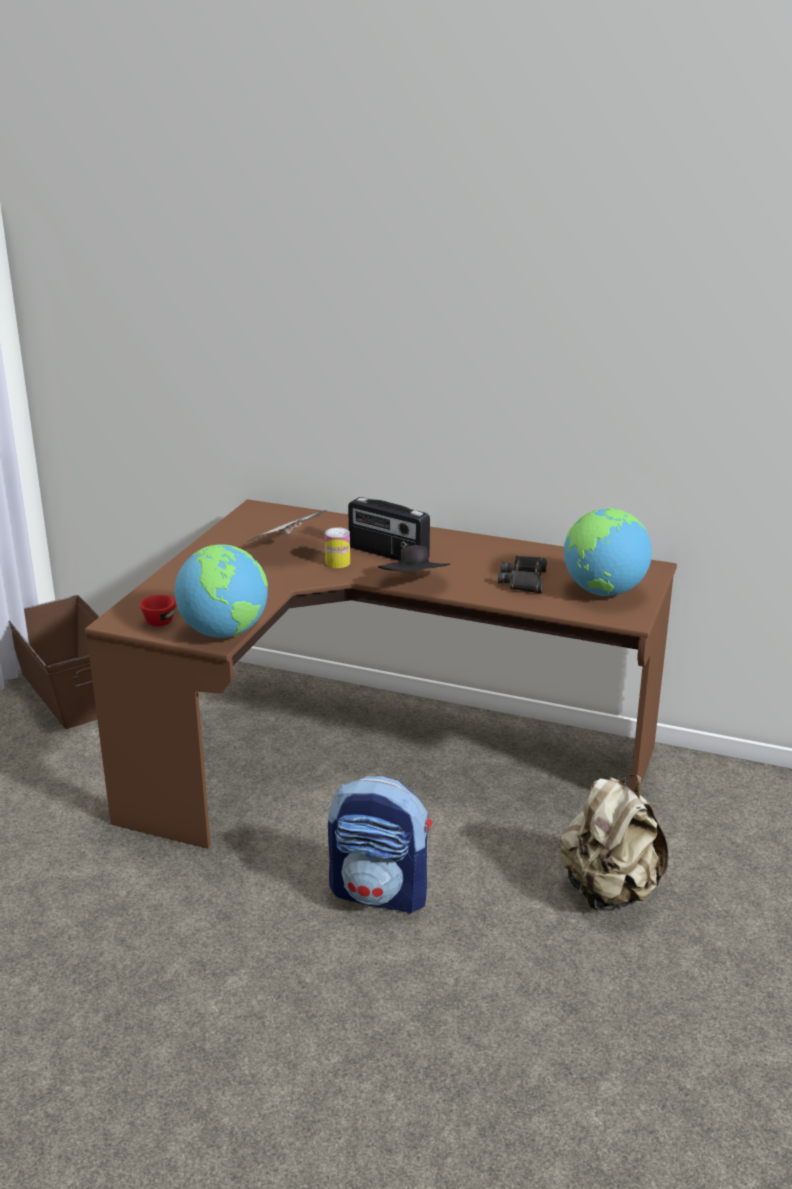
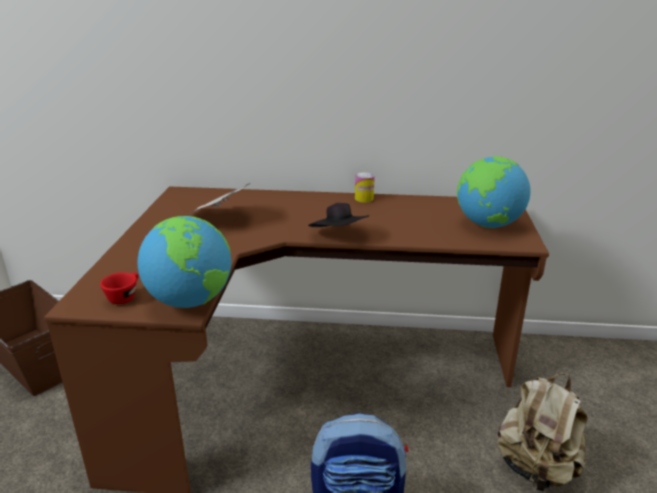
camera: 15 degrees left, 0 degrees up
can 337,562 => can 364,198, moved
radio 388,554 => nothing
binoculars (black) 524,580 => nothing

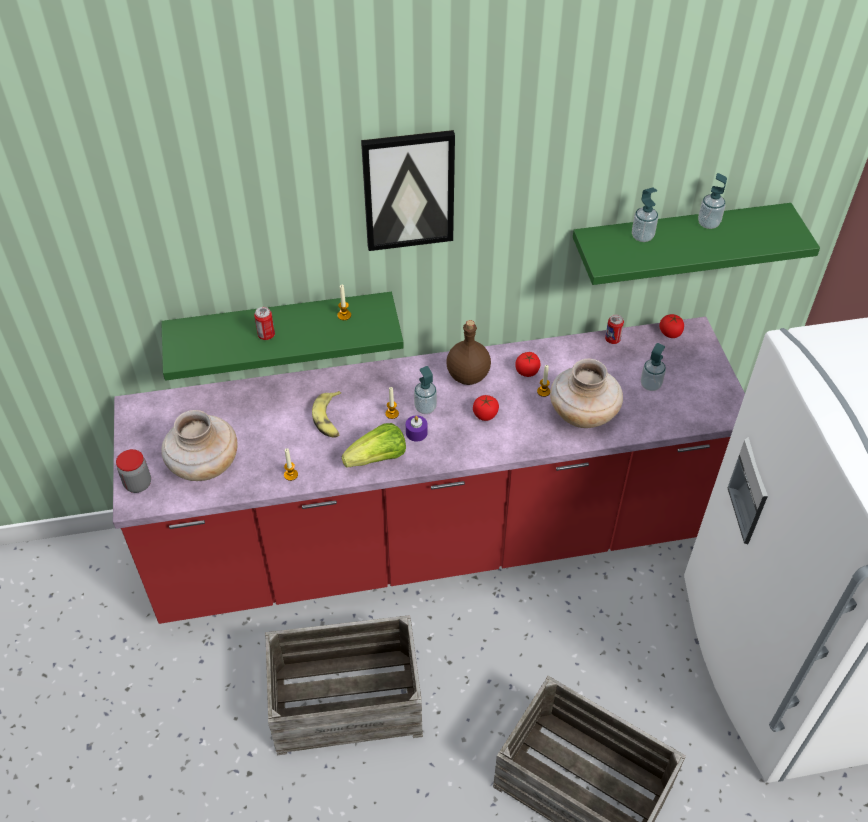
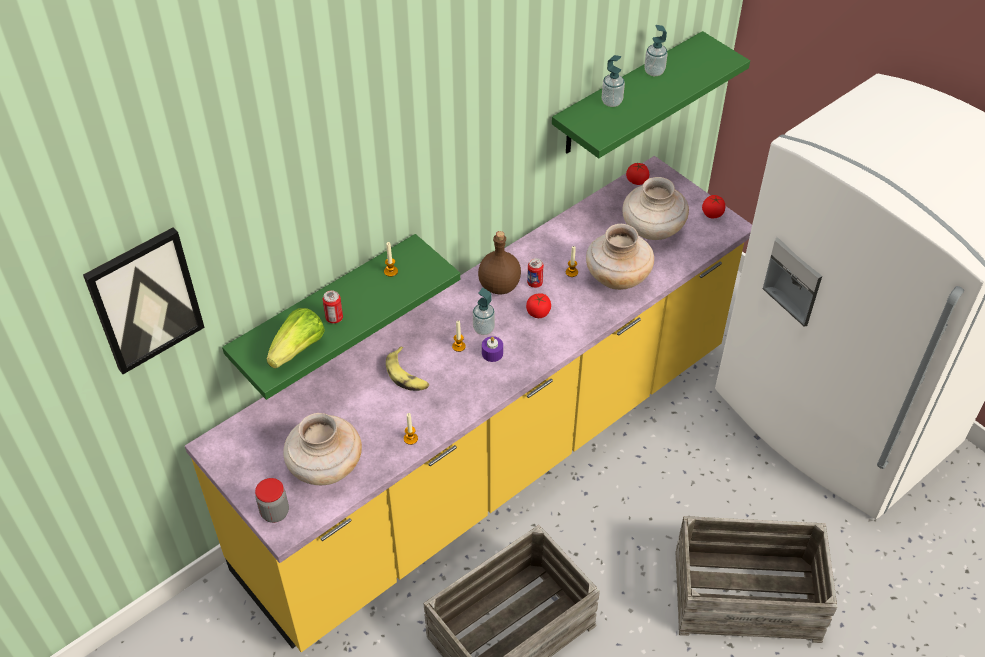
camera: 30 degrees left, 0 degrees up
counter (red) 434,541 => counter (yellow) 492,459
lettuce 378,459 => lettuce 298,349, moved
picture 408,190 => picture 145,300, moved
tomato 527,371 => tomato 712,213, moved
can 612,339 => can 535,283, moved
soap dispenser 650,385 => vase (beige) 652,230

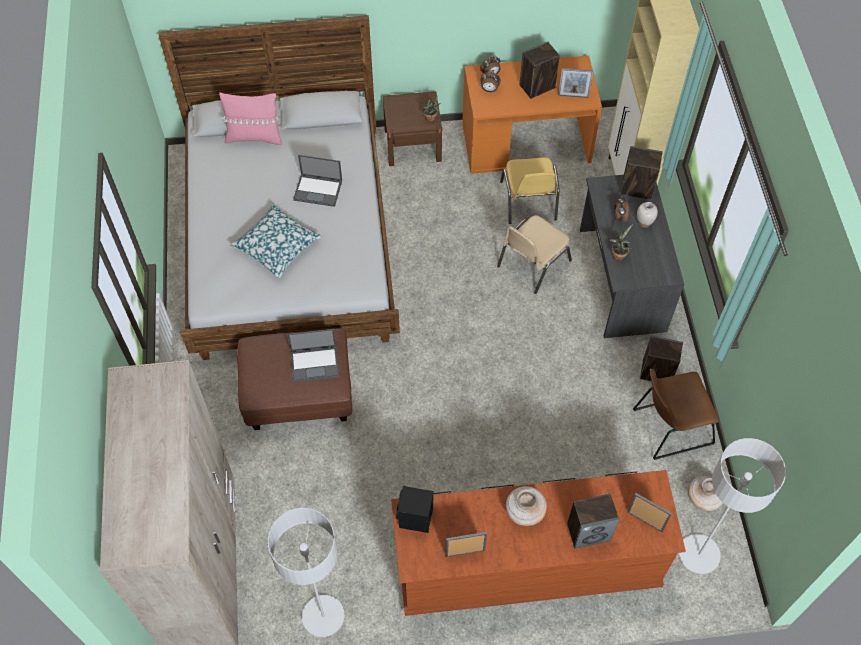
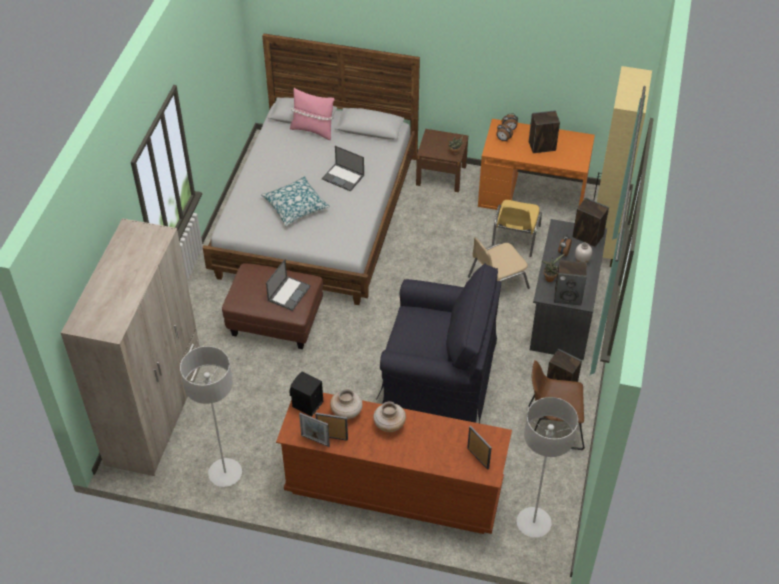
camera: 20 degrees right, 10 degrees down
laptop 315,363 => laptop 289,293, 75 degrees counterclockwise
picture frame 573,96 => picture frame 315,440, moved
speaker 588,531 => speaker 568,296, moved
vase (beige) 703,499 => vase (beige) 347,412, moved
nothing => armchair (black) 438,373

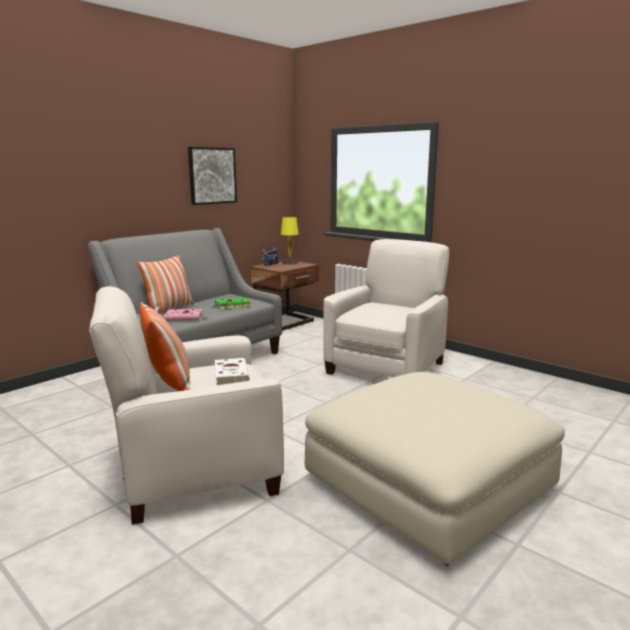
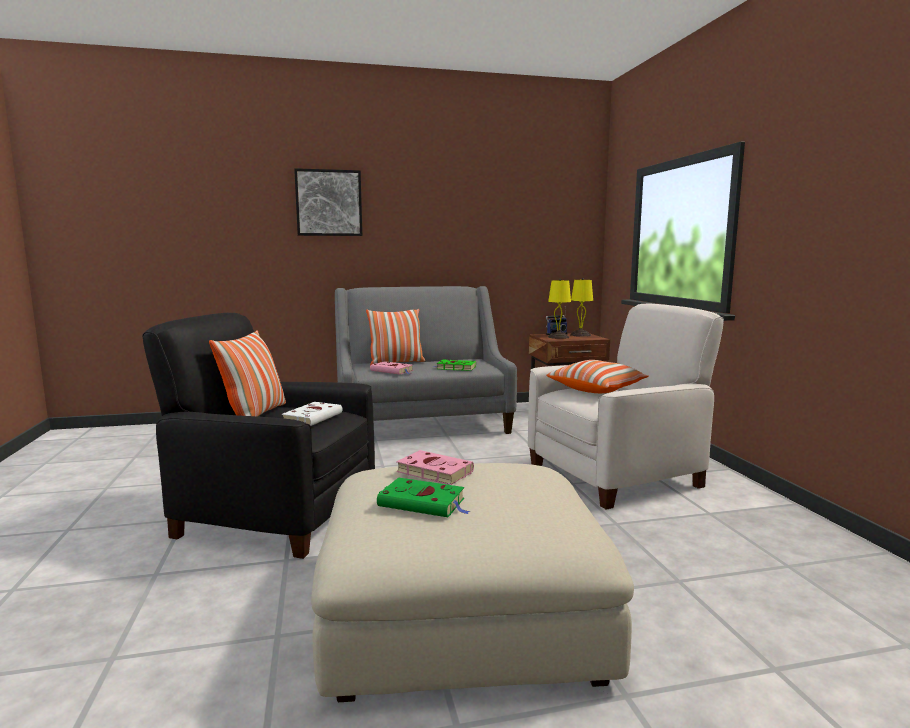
camera: 35 degrees right, 5 degrees down
armchair (white) 196,470 => armchair (black) 276,513
picture 212,175 => picture 329,203, moved
nothing => book (green) 424,503
nothing => book (pink) 432,471
nothing => pillow 596,389
nothing => table lamp (yellow) 558,337

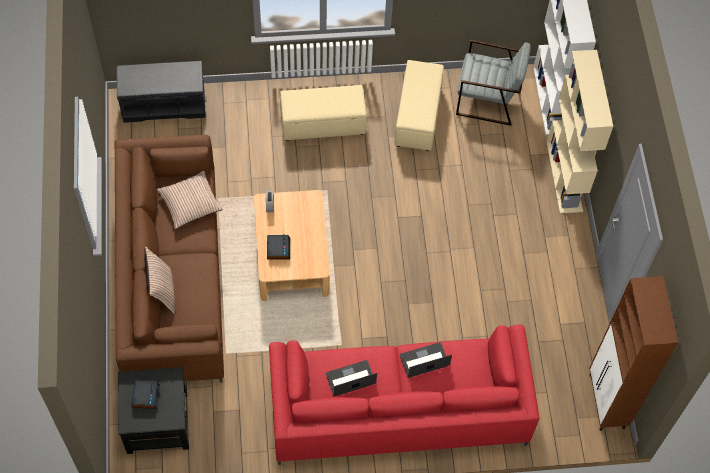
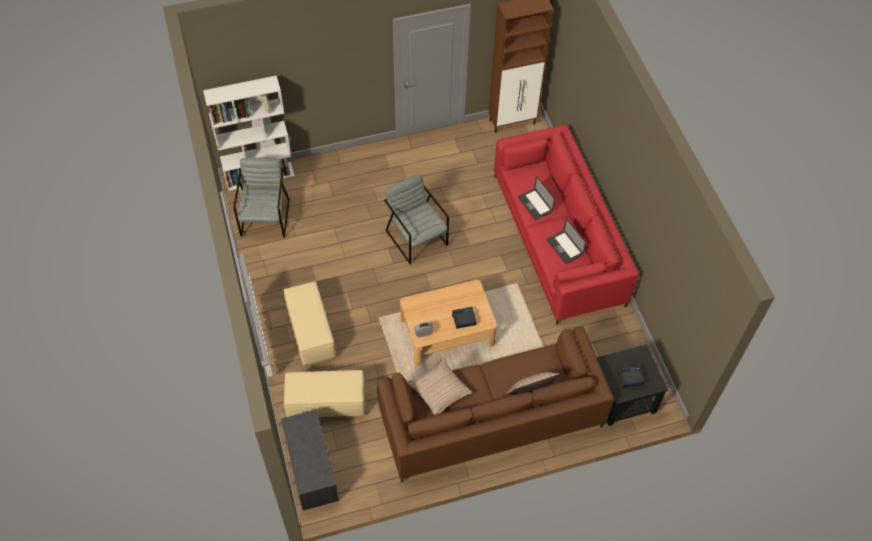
camera: 100 degrees left, 5 degrees down
ottoman (beige) 417,117 => ottoman (beige) 327,402, moved
bookcase (beige) 565,176 => nothing
nothing => armchair (grey) 416,237

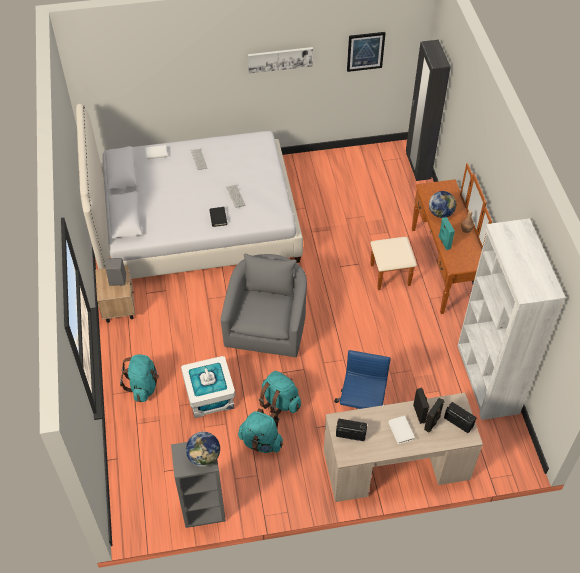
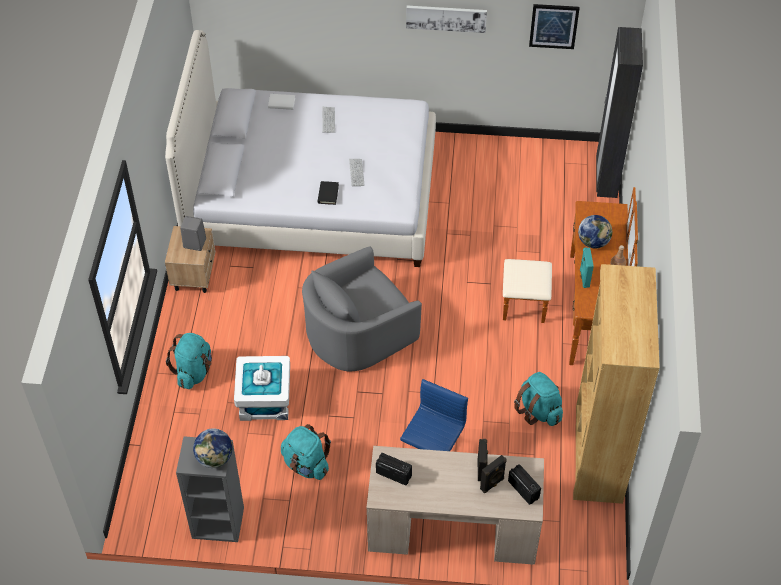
camera: 15 degrees right, 0 degrees up
armchair (grey) 267,324 => armchair (grey) 357,332, 150 degrees counterclockwise
backpack (turquoise) 280,402 => backpack (turquoise) 538,410, moved
book (white) 401,430 => nothing
bookcase (white) 487,379 => bookcase (brown) 597,454

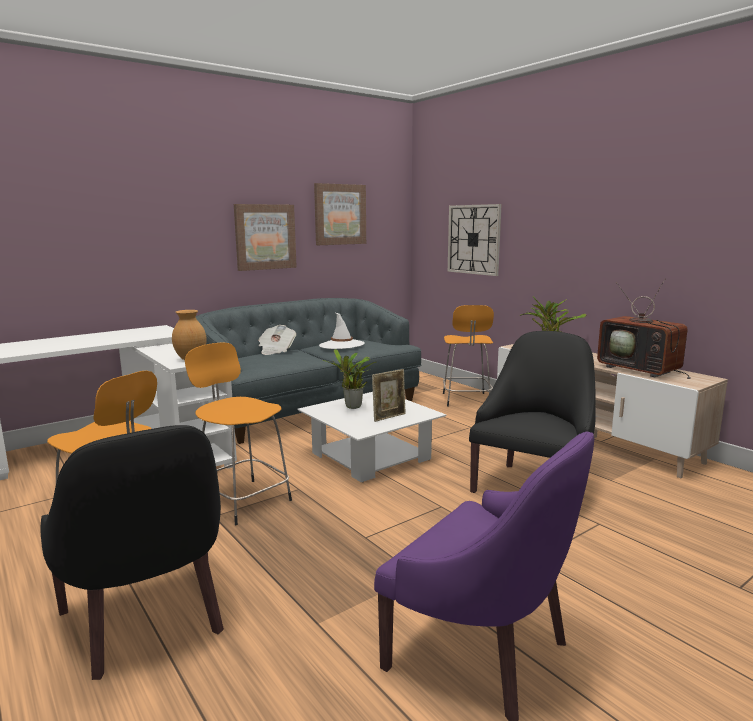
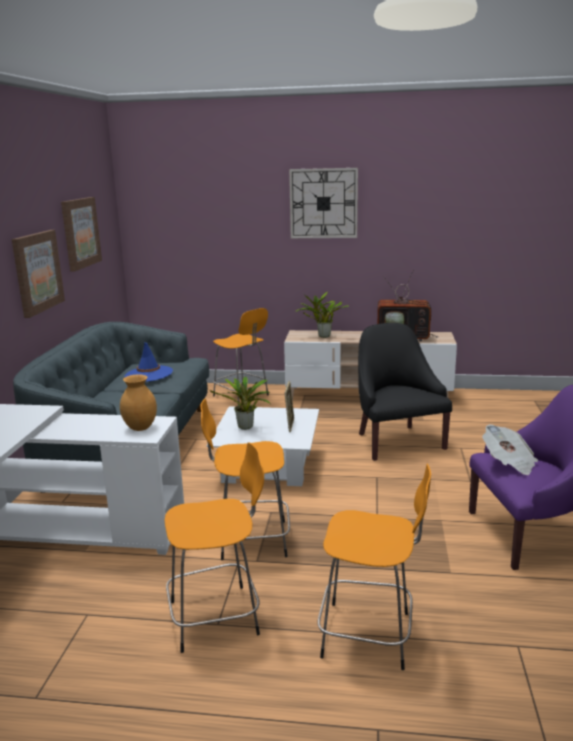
camera: 45 degrees left, 5 degrees up
armchair (black) 149,619 => stool (orange) 370,635
newspaper 276,350 => newspaper 509,462, moved
hat (white) 341,345 => hat (blue) 148,374
wall clock 474,239 => wall clock 323,203, moved

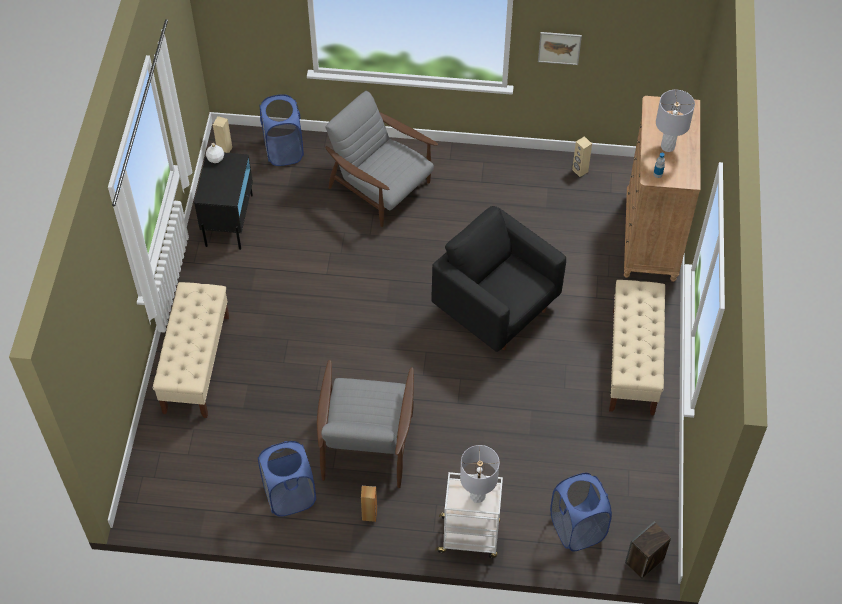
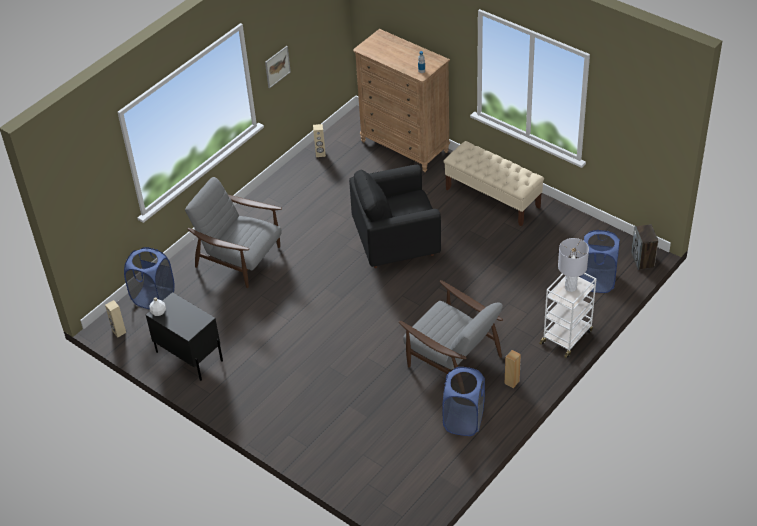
camera: 55 degrees left, 10 degrees down
bench (beige) 196,363 => nothing
armchair (grey) 381,187 => armchair (grey) 240,258, 45 degrees clockwise
table lamp (grey) 667,146 => nothing

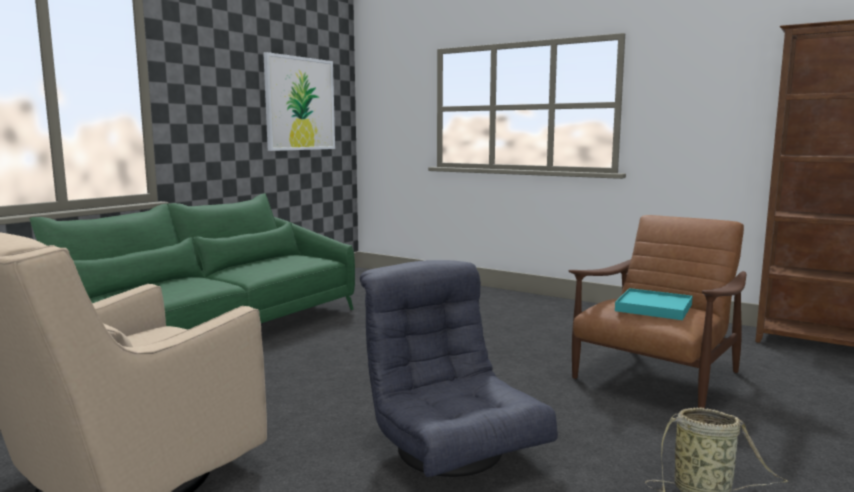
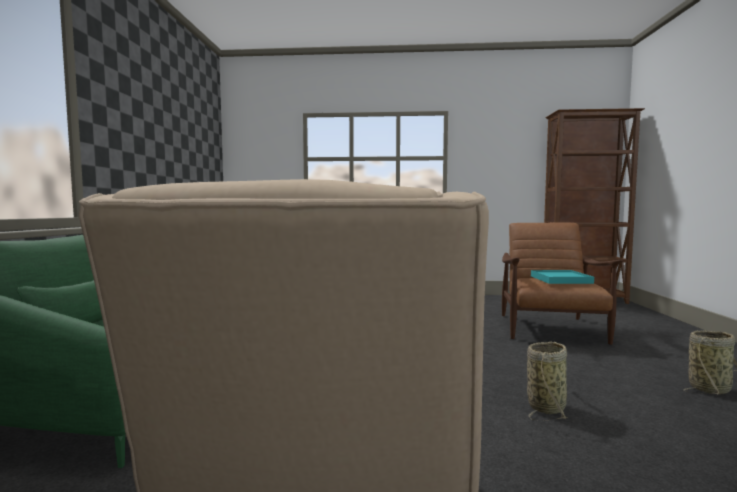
camera: 30 degrees left, 5 degrees down
picture 300,104 => nothing
armchair (grey) 453,450 => basket 547,406

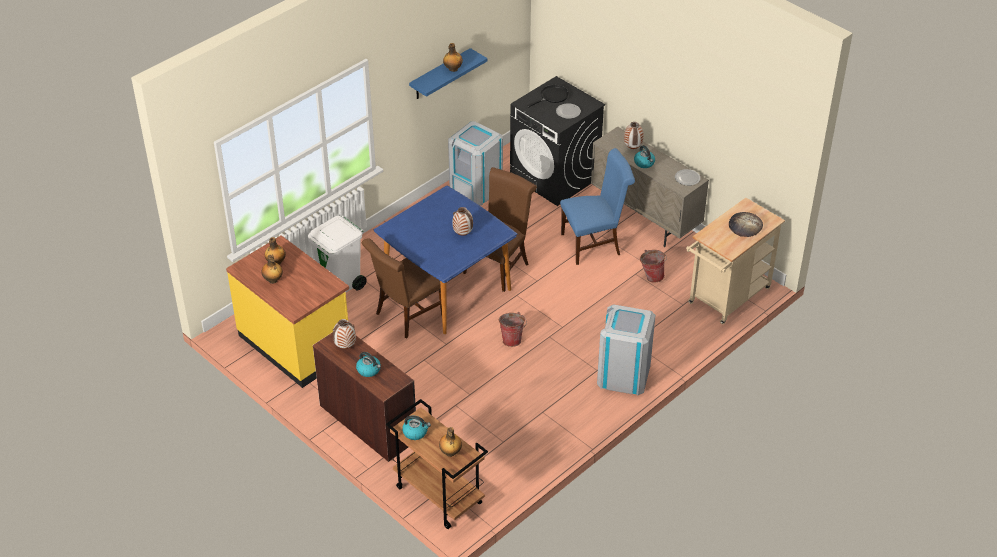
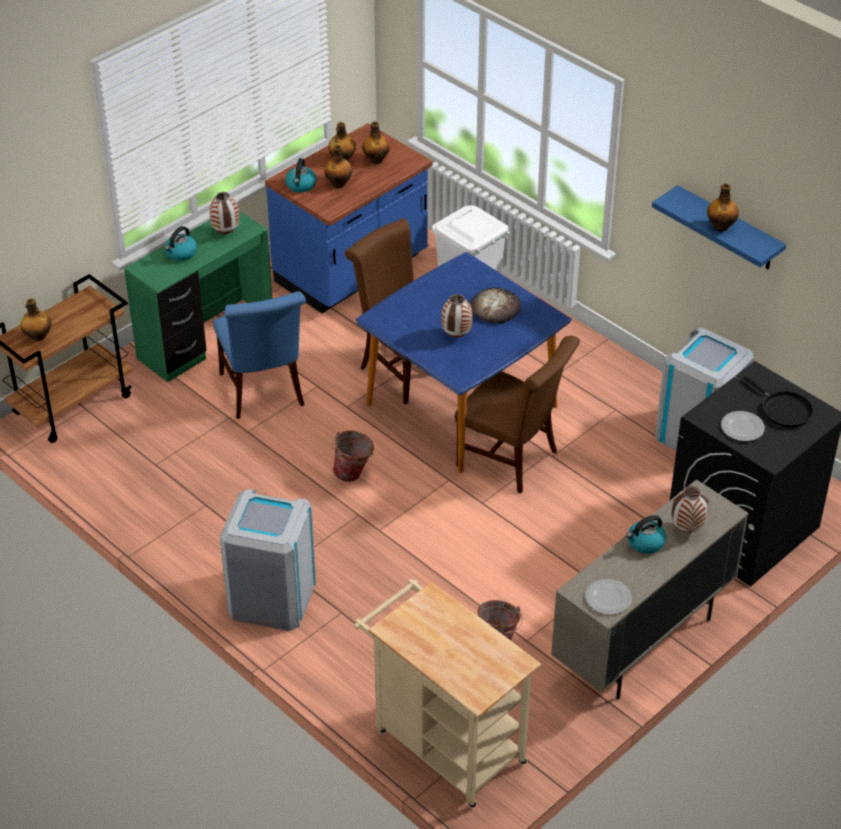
camera: 90 degrees right, 0 degrees up
counter (yellow) 295,344 => counter (blue) 352,271
desk (brown) 368,422 => desk (green) 207,339
kettle 415,432 => kettle 301,185, moved
chair (blue) 594,243 => chair (blue) 264,393, moved
bread 745,226 => bread 495,308, moved
nothing => bottle 339,184

